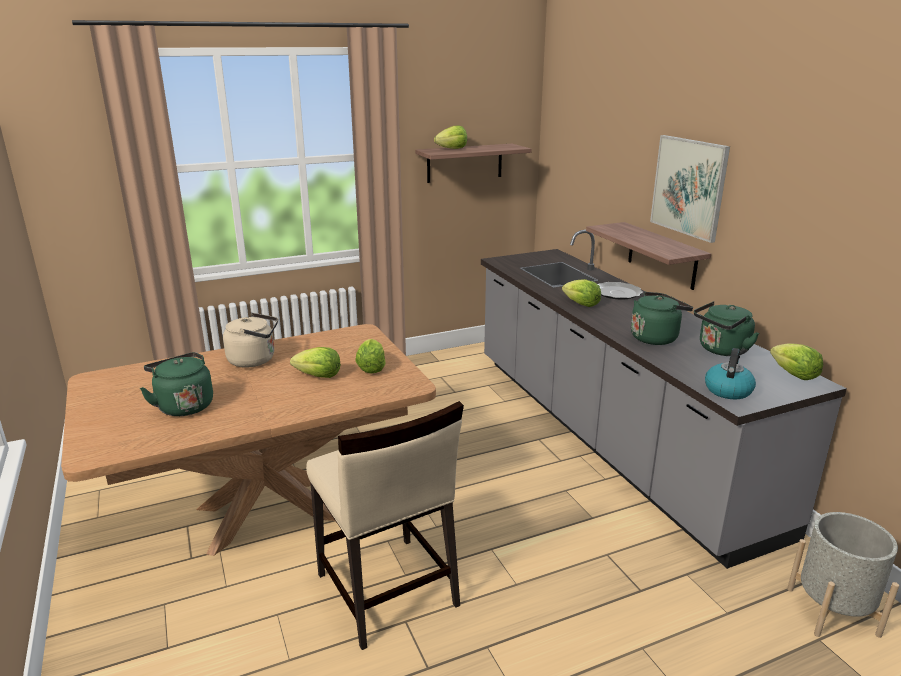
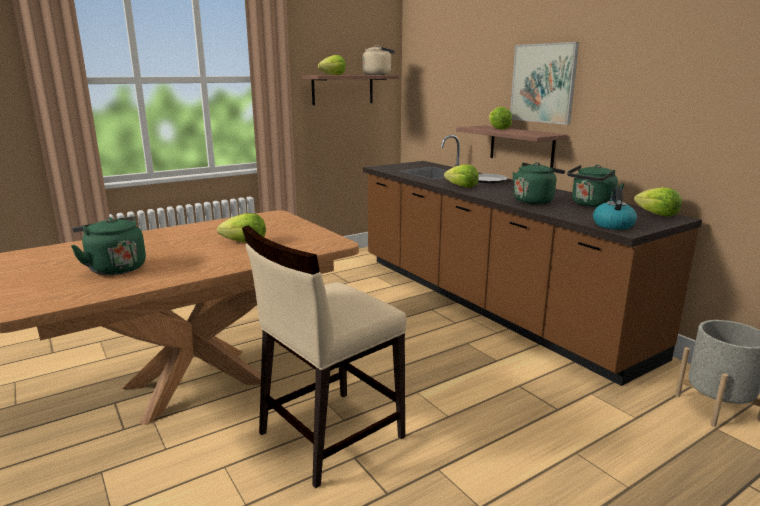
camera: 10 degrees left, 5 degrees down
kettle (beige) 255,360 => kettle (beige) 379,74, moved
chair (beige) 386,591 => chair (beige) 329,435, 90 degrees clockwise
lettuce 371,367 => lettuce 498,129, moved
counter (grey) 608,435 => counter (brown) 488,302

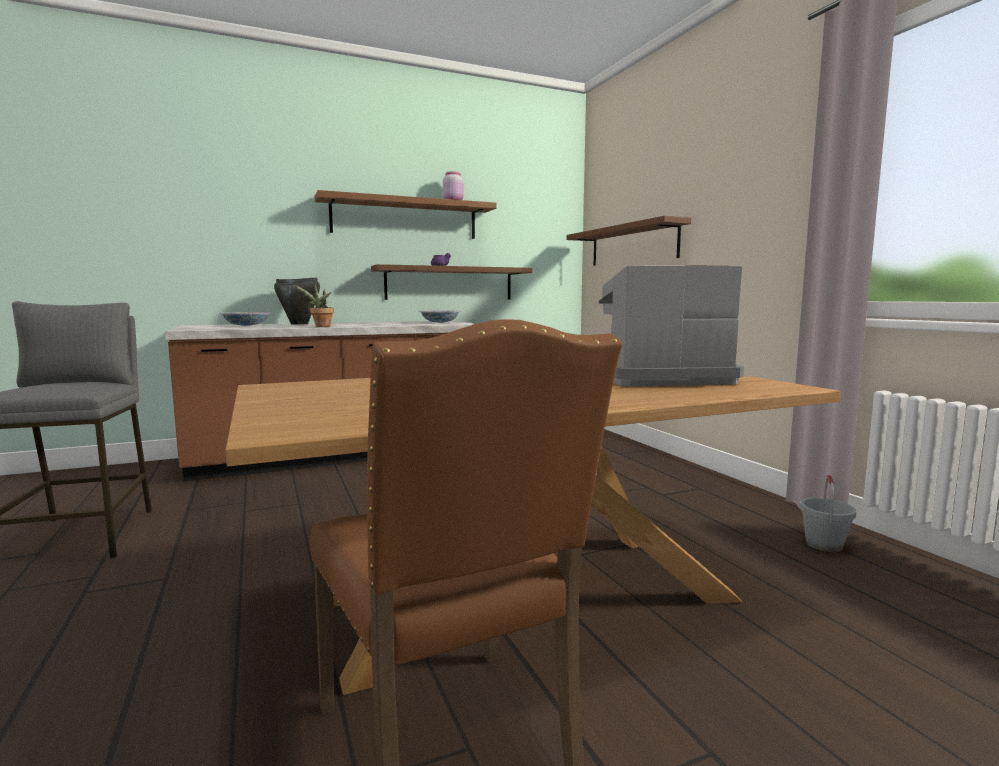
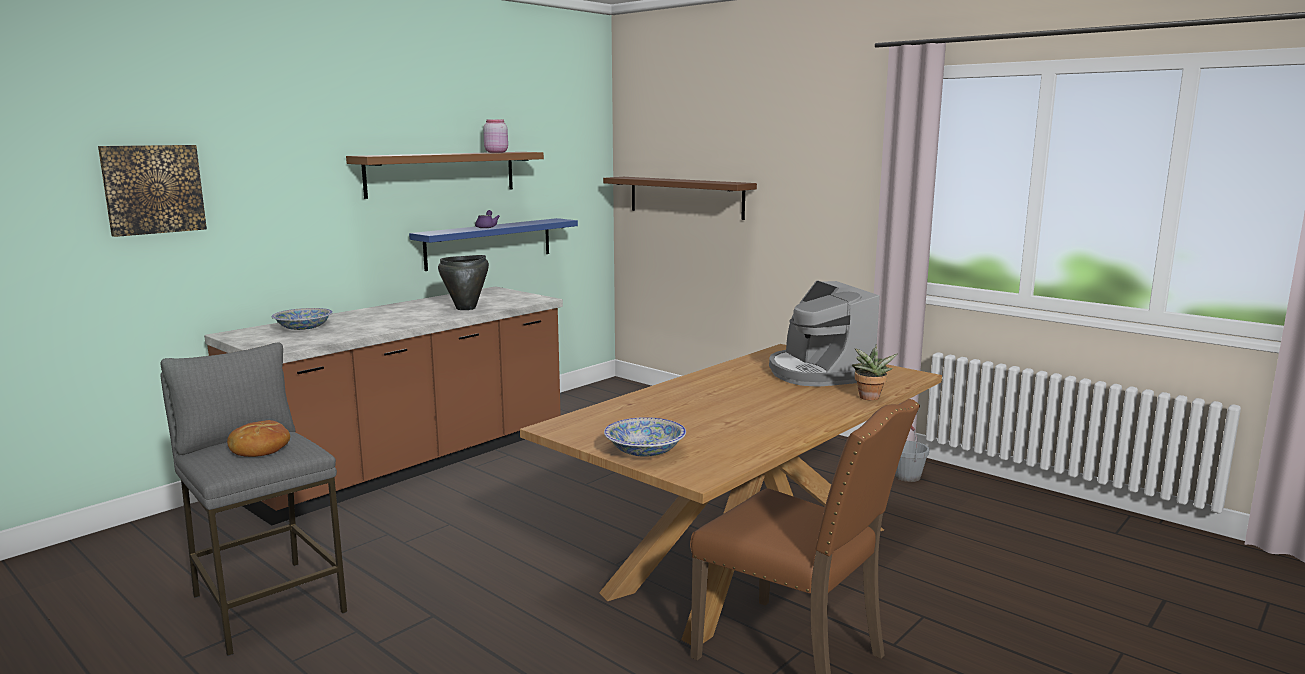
camera: 25 degrees left, 5 degrees up
cooking pot (black) 299,324 => cooking pot (black) 466,308, moved
potted plant 320,326 => potted plant 869,398, moved
shelf (brown) 449,283 => shelf (blue) 489,243
bowl 440,322 => bowl 645,452, moved
coffee machine 659,378 => coffee machine 818,373, 75 degrees counterclockwise
nothing => picture 153,189
nothing => bread 259,449

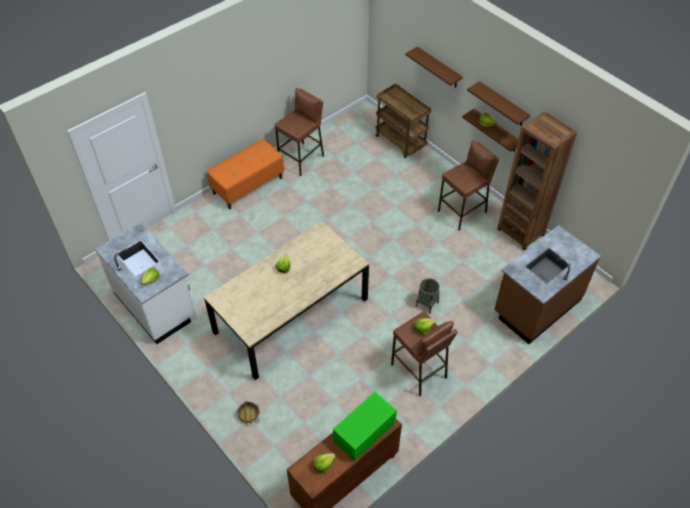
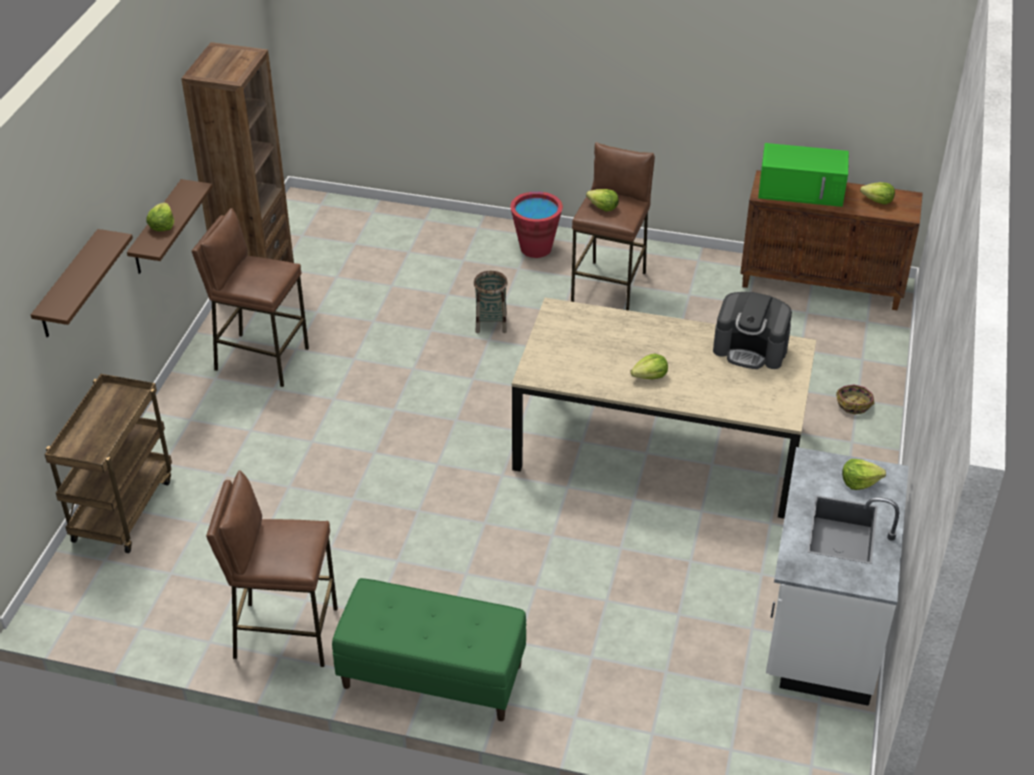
camera: 125 degrees left, 10 degrees down
bench (orange) 248,185 => bench (green) 431,676
shelf (brown) 502,104 => nothing
counter (brown) 536,306 => nothing
nothing => bucket (red) 536,248
nothing => coffee machine 750,349

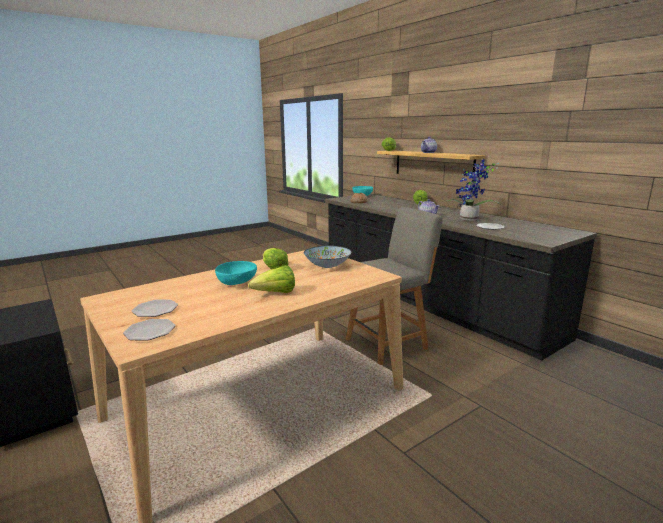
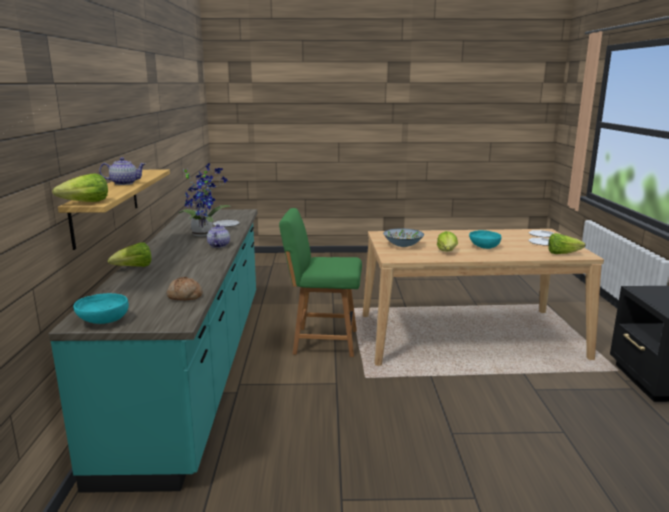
camera: 145 degrees left, 0 degrees up
lettuce 275,294 => lettuce 562,254, moved
counter (black) 427,300 => counter (turquoise) 196,368
chair (grey) 388,343 => chair (green) 322,341

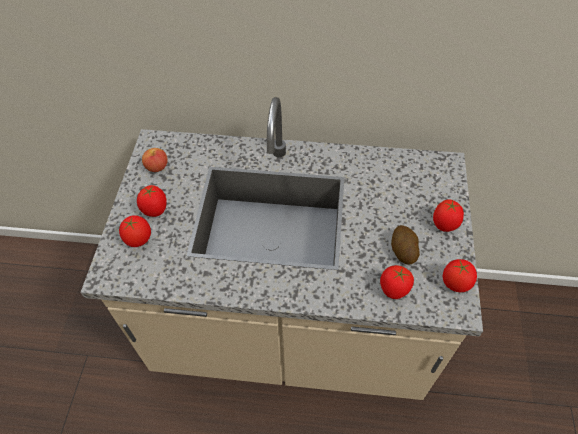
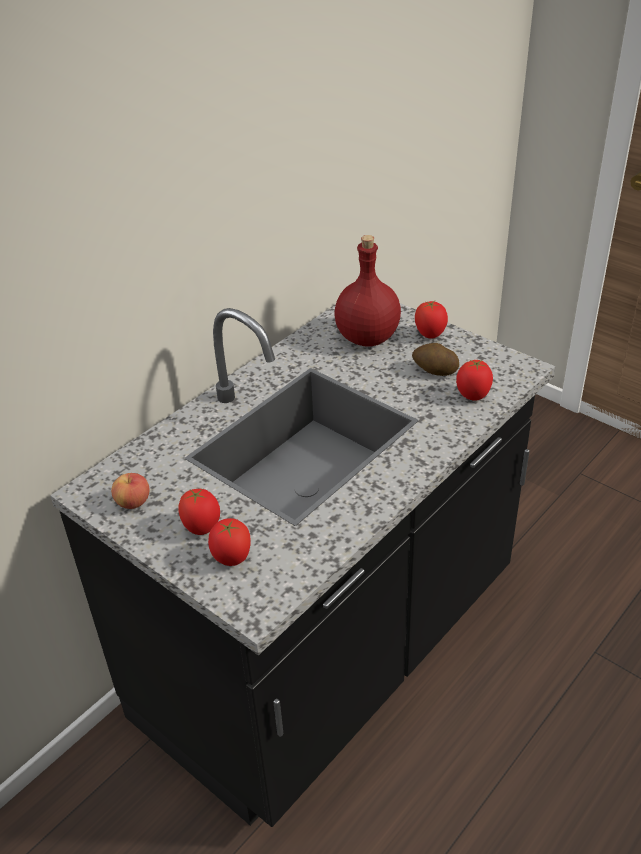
camera: 55 degrees left, 15 degrees down
counter (beige) 291,330 => counter (black) 330,650
tomato 455,284 => nothing
nothing => bottle (red) 368,337

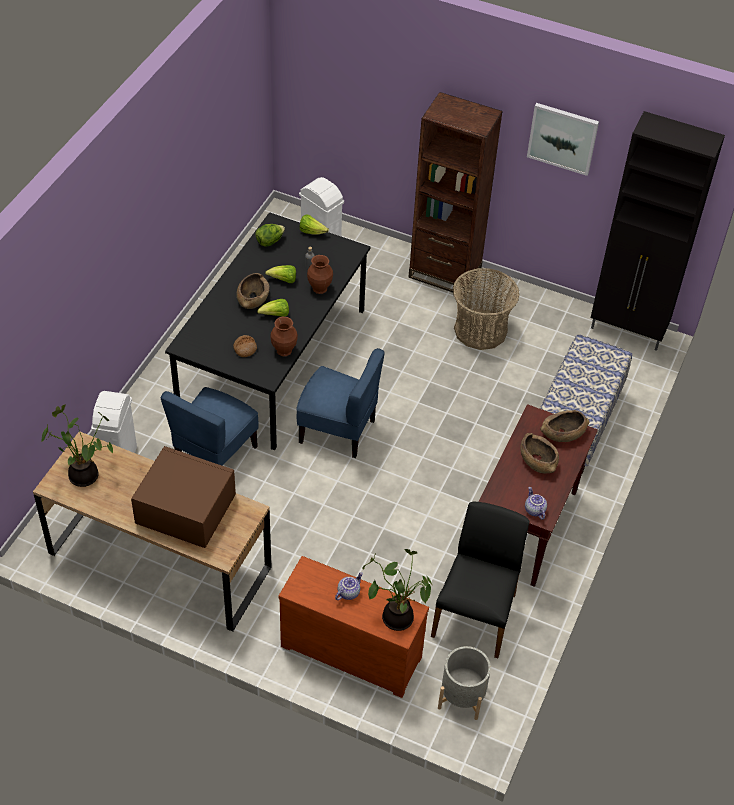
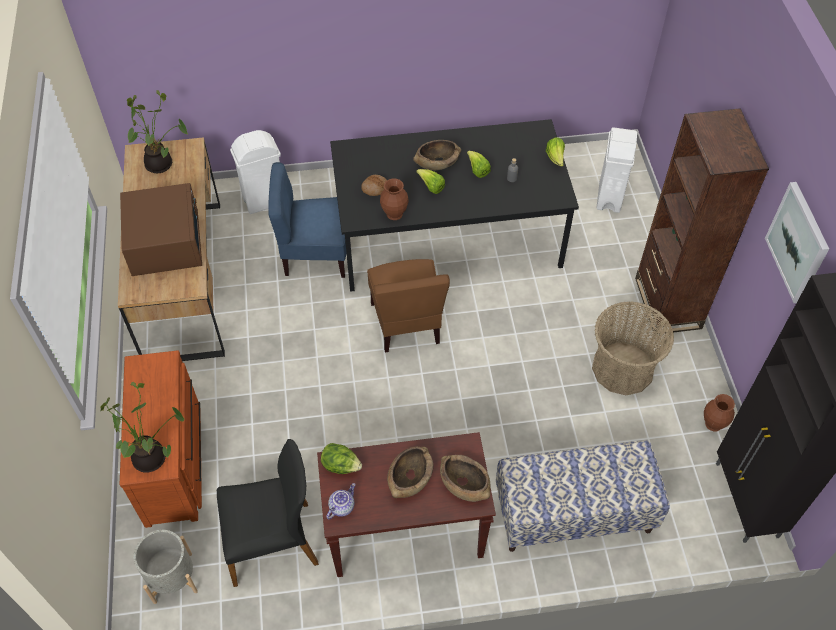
camera: 60 degrees right, 5 degrees up
lettuce 270,241 => lettuce 341,465, moved
chair (blue) 338,430 => chair (brown) 406,323
vase (brown) 319,288 => vase (brown) 713,423, moved
teapot 348,592 => nothing

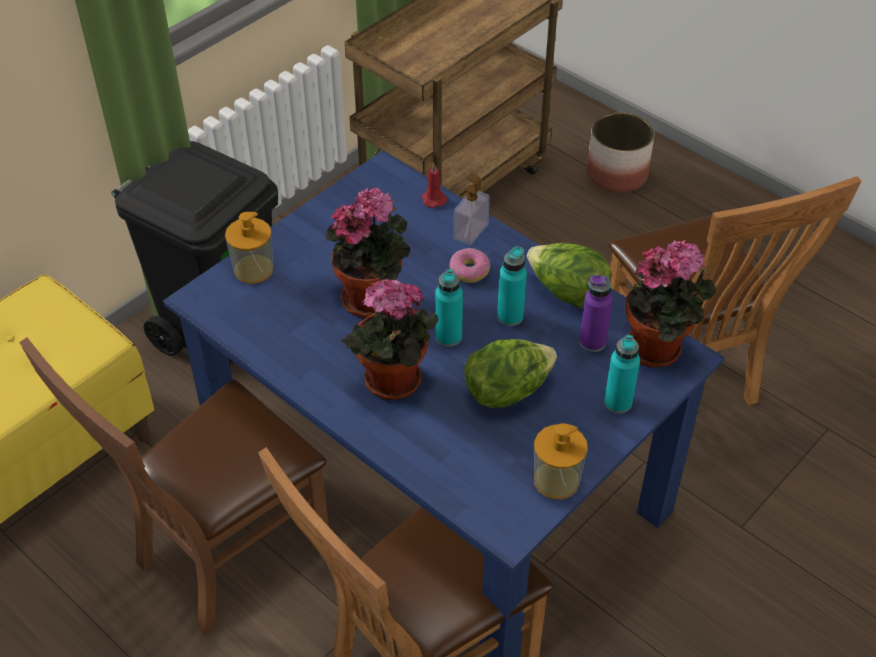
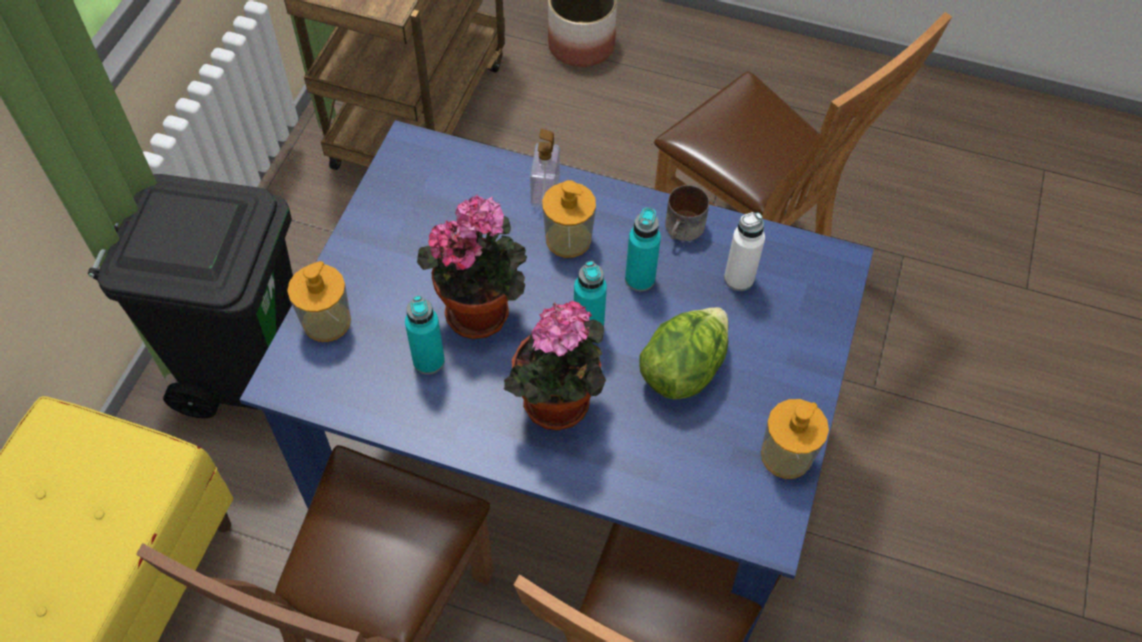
camera: 25 degrees left, 10 degrees up
candle (red) 433,198 => nothing
donut 469,271 => soap dispenser 568,239
lettuce 567,293 => mug 684,230
bottle (purple) 592,342 => bottle (white) 739,279
bottle (turquoise) 618,402 => bottle (turquoise) 428,361, moved
potted plant 659,349 => nothing

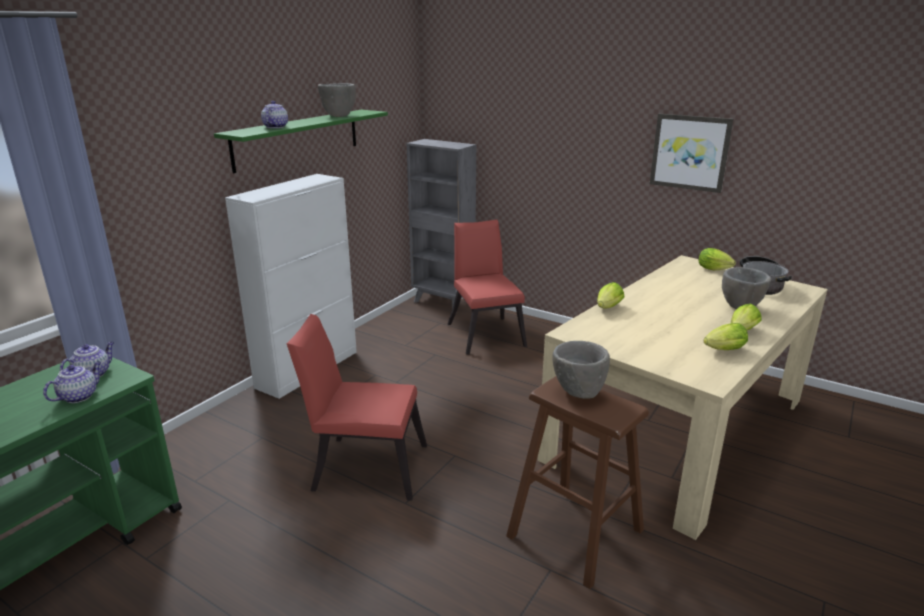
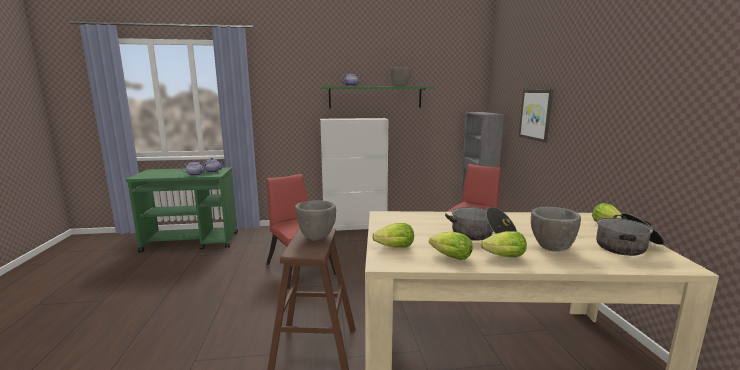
camera: 50 degrees right, 10 degrees down
lettuce 607,308 => lettuce 392,247, moved
picture 690,152 => picture 536,114, moved
nothing => cooking pot 482,236

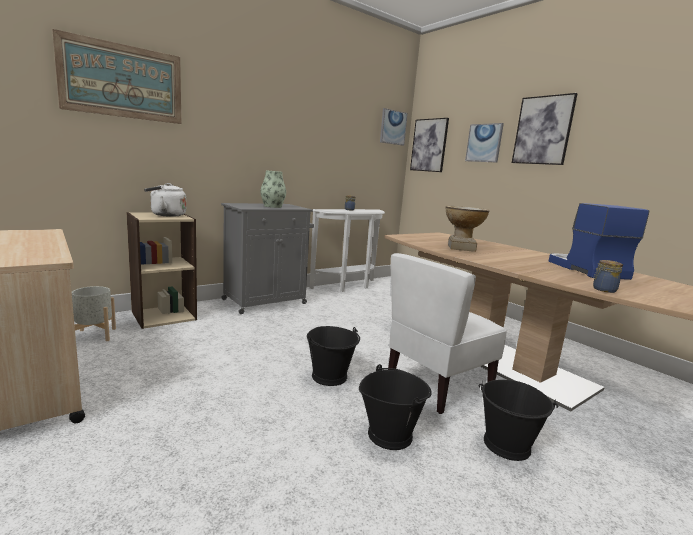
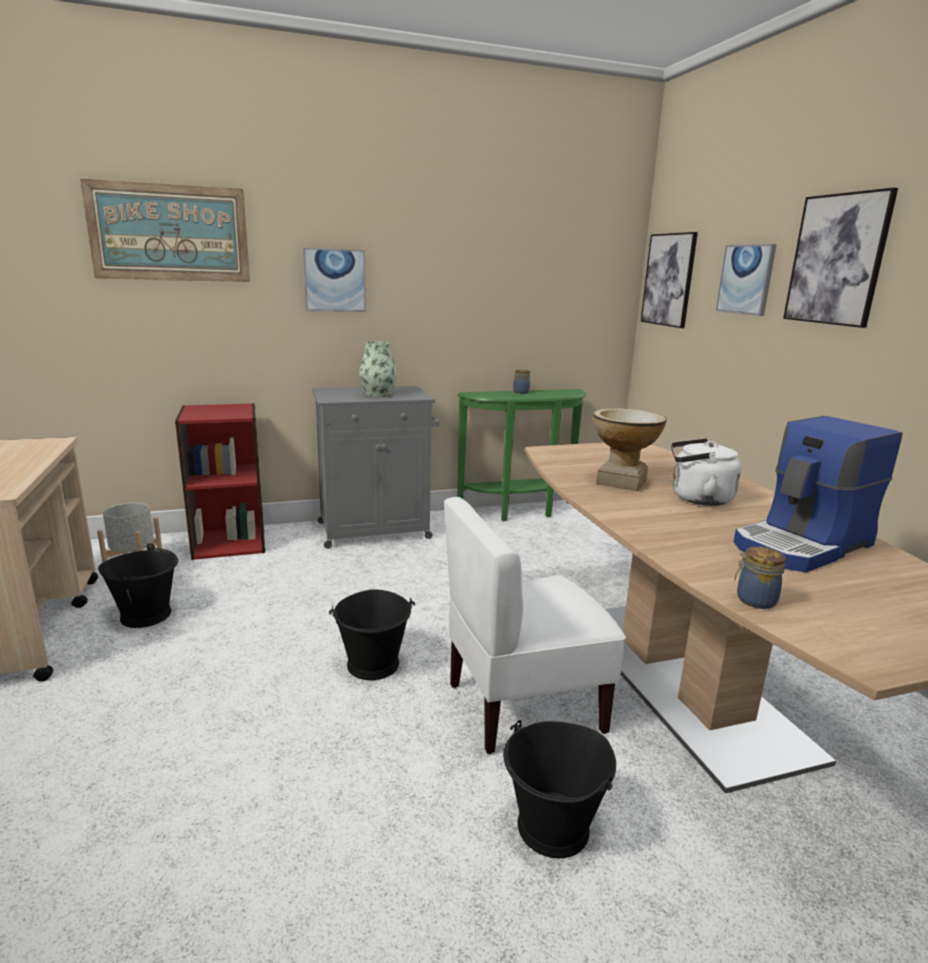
camera: 20 degrees right, 5 degrees up
bookcase (beige) 164,315 => bookcase (red) 230,542
kettle (white) 166,215 => kettle (white) 697,498, moved
console table (white) 348,286 => console table (green) 521,512
bucket (black) 390,434 => bucket (black) 146,615, moved
picture 393,127 => picture 335,280, moved
coffee machine 585,269 => coffee machine 803,545, 135 degrees counterclockwise

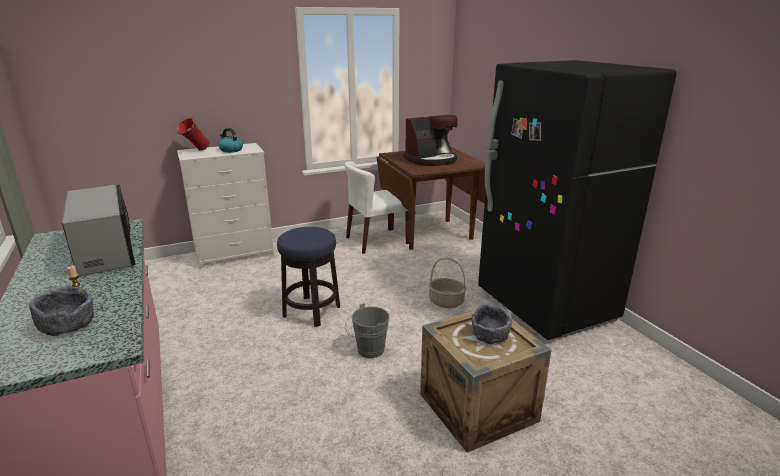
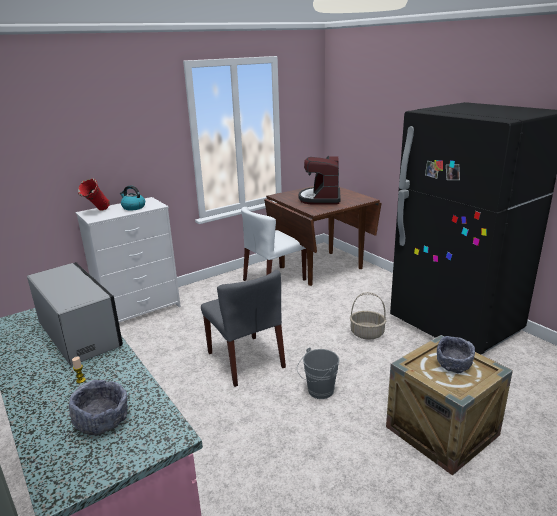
camera: 10 degrees left, 0 degrees up
stool 311,311 => chair (grey) 246,360
coffee machine 431,160 => coffee machine 320,198, 135 degrees clockwise

